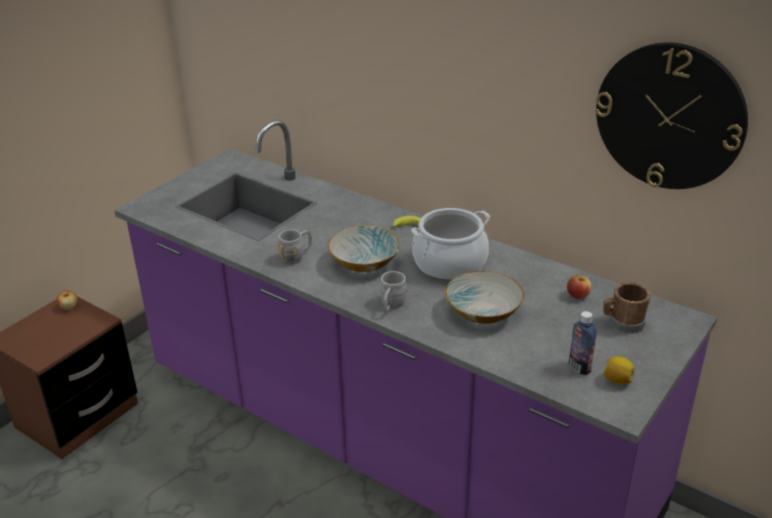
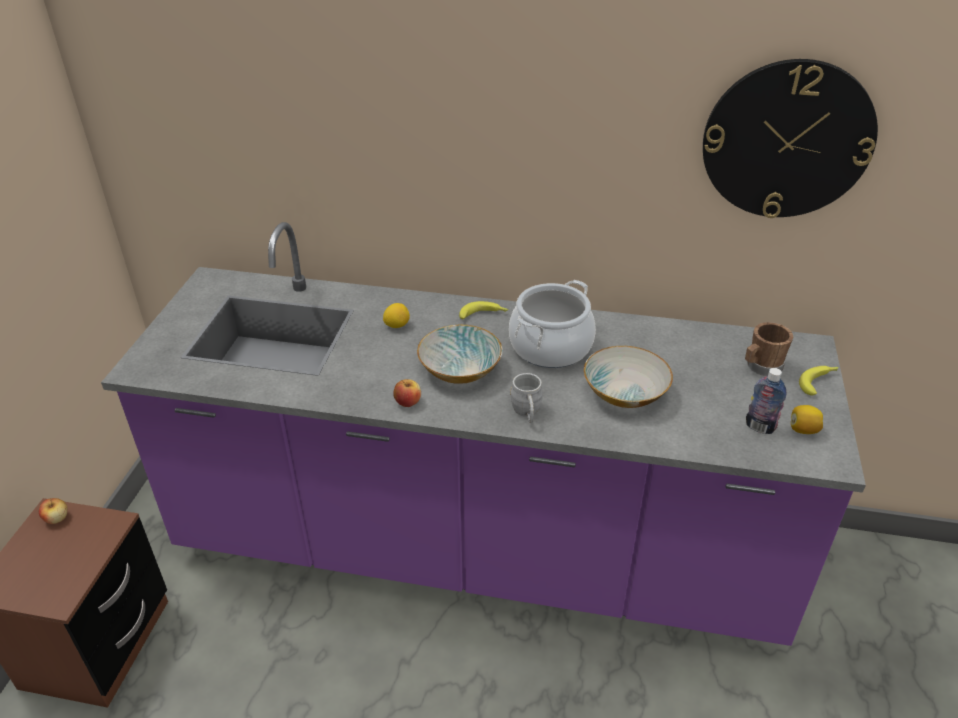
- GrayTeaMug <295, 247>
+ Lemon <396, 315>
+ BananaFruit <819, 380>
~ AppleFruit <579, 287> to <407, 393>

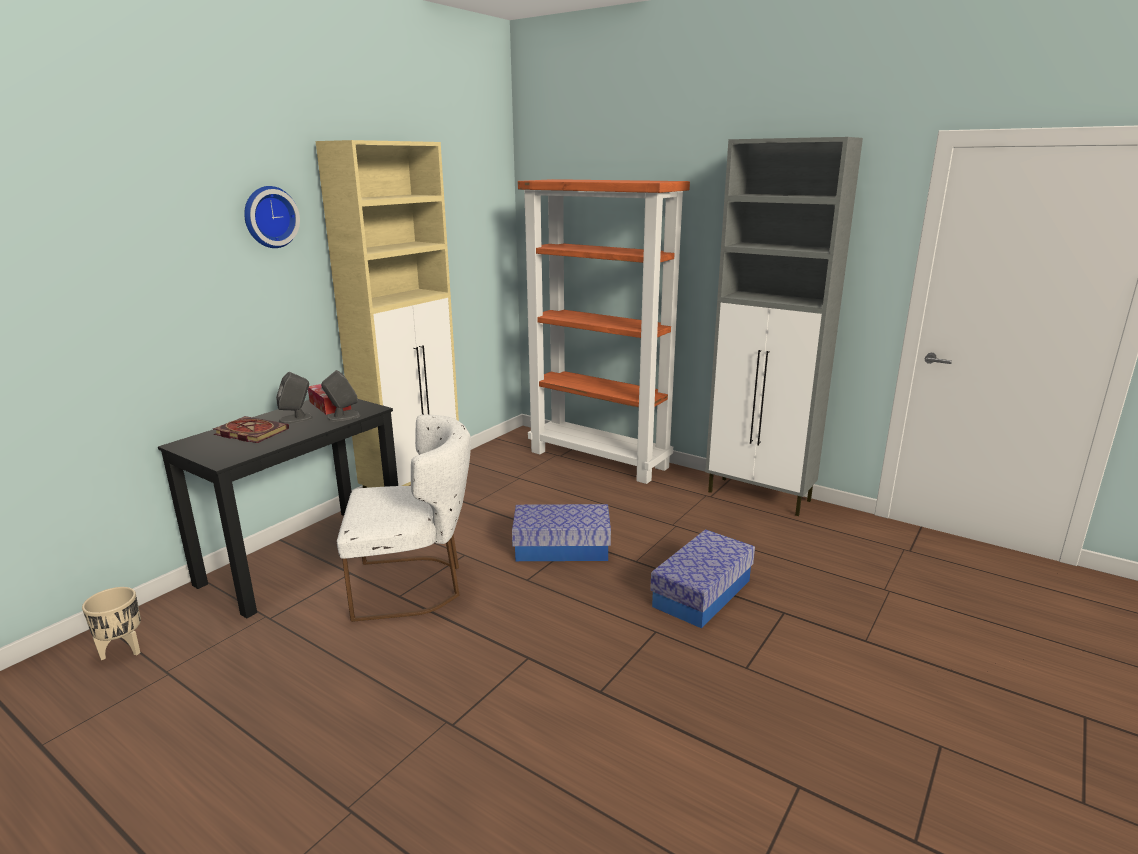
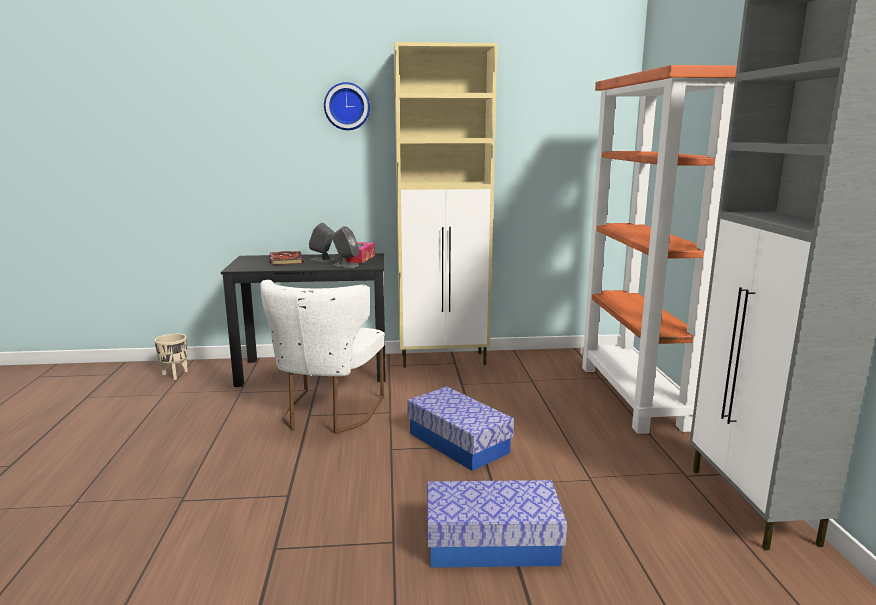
~ WhiteUprightChair <404, 518> = <322, 357> 60 degrees clockwise

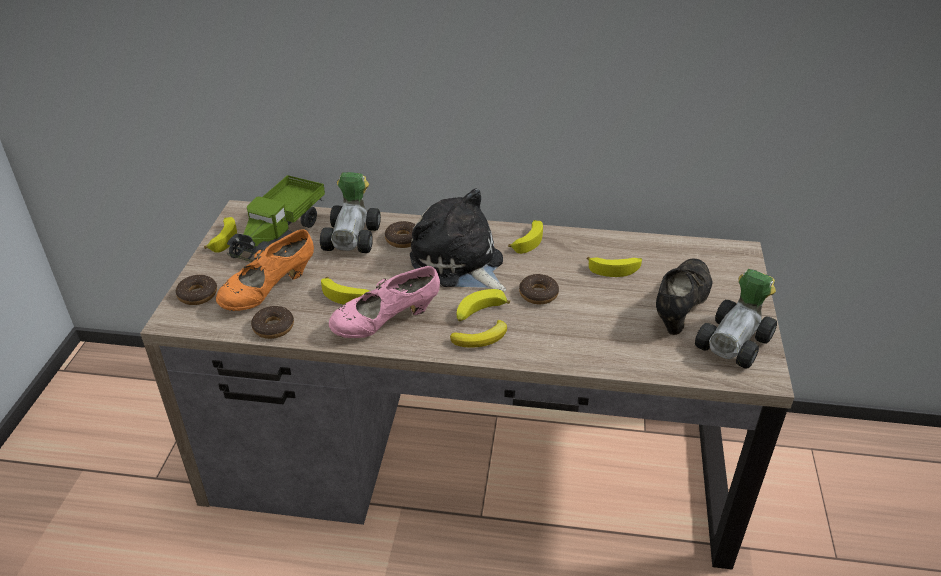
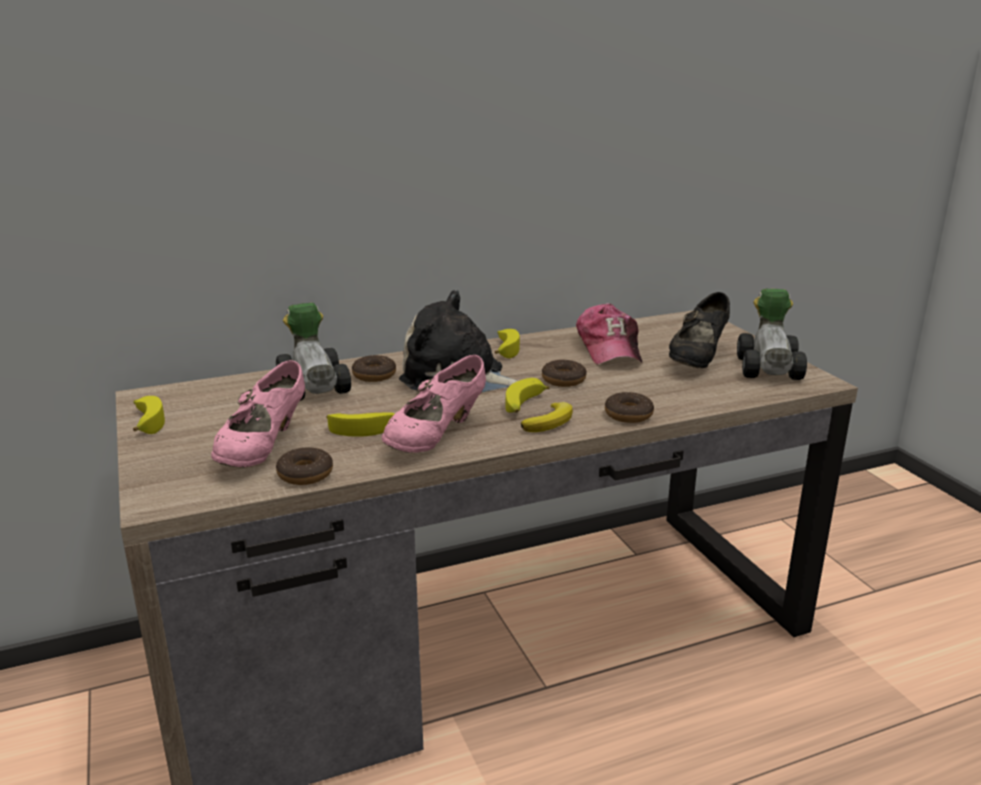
- ToyLorry <276, 218>
~ Donut <196, 290> to <629, 407>
~ BananaFruit <614, 267> to Cap <609, 334>
~ OrangeyItemOfFootwear <265, 270> to PinkItemOfFootwear <258, 414>
~ BlackishItemOfFootwear <684, 296> = <699, 330> 150 degrees counterclockwise

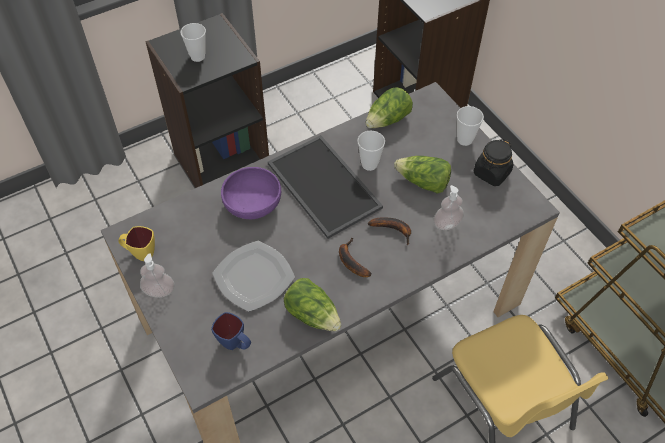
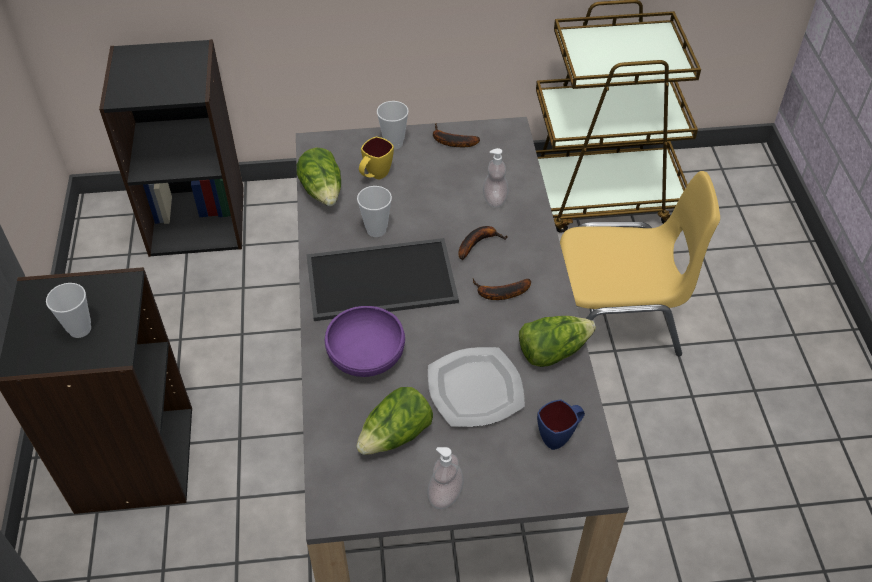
~ YellowishTeaMug <136, 243> to <376, 158>
~ Lettuce <422, 175> to <394, 421>
~ BlackishStorageJar <494, 162> to BananaFruit <456, 135>

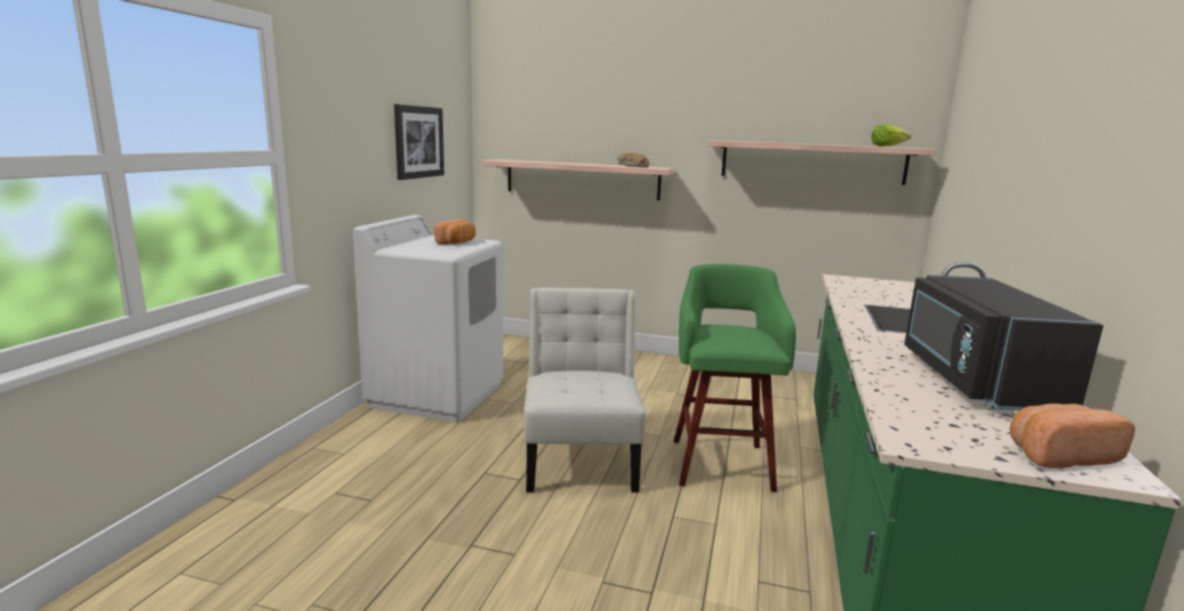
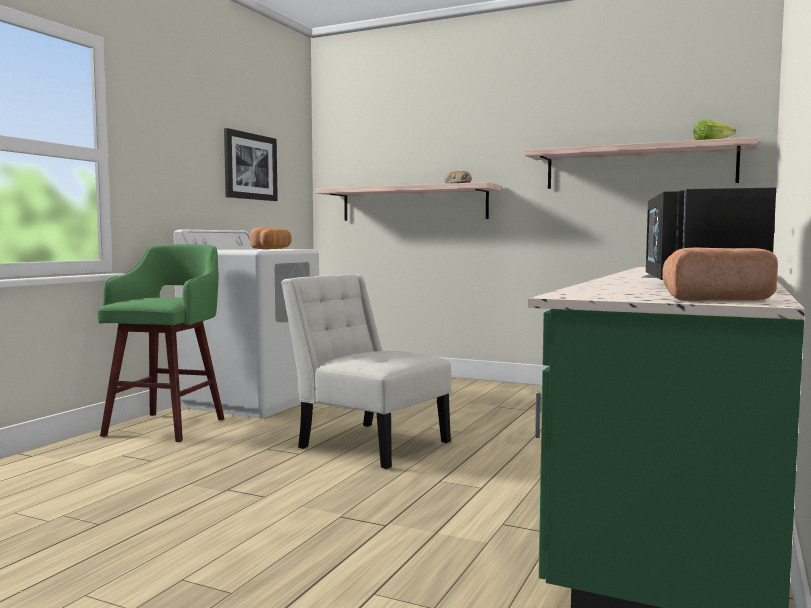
~ GreenStool <735, 378> to <161, 343>
~ WhiteUprightChair <585, 390> = <366, 371> 60 degrees counterclockwise

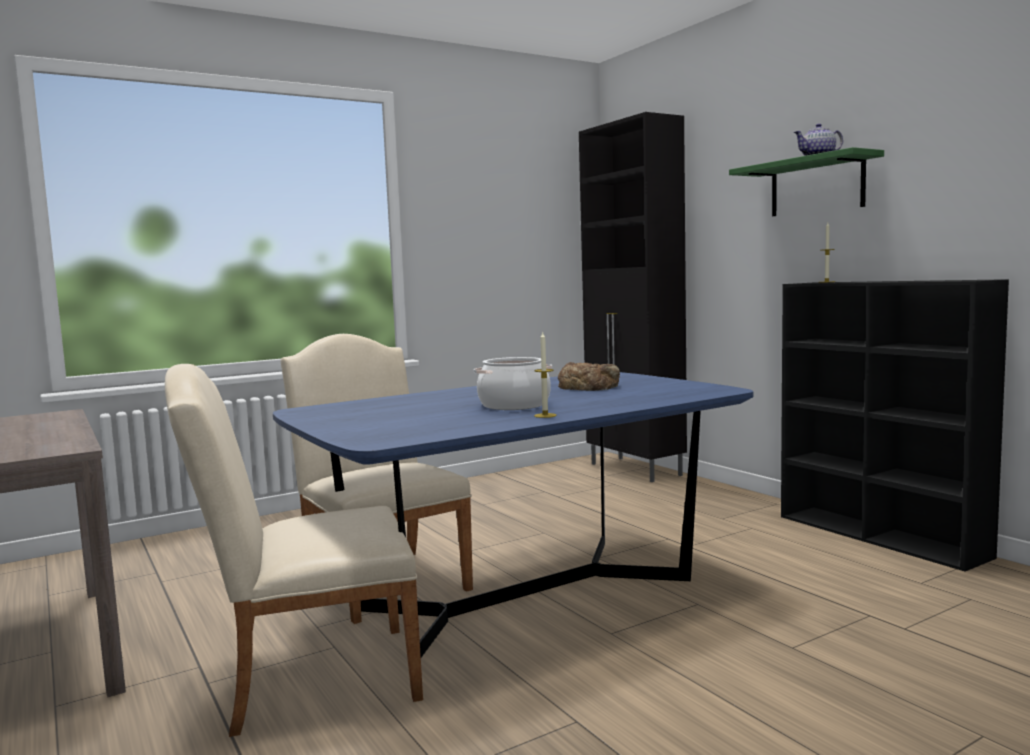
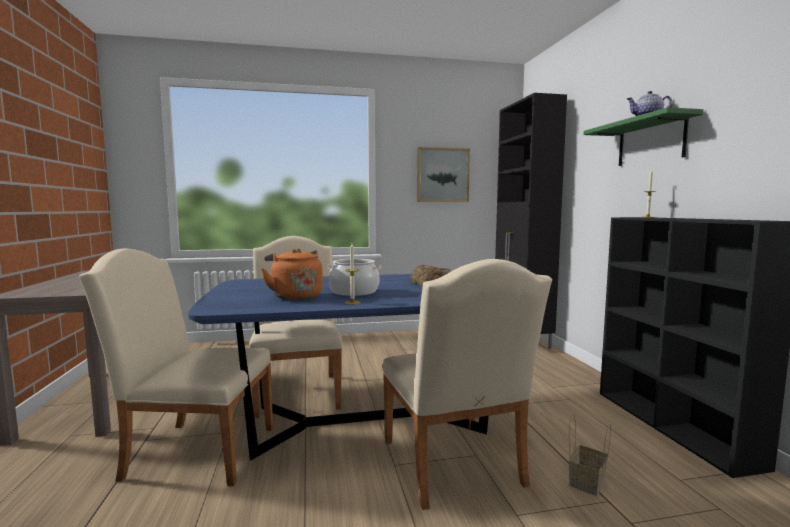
+ OrangeyKettle <292, 274>
+ SandColouredUprightChair <467, 384>
+ WallPicture <443, 174>
+ Basket <590, 454>

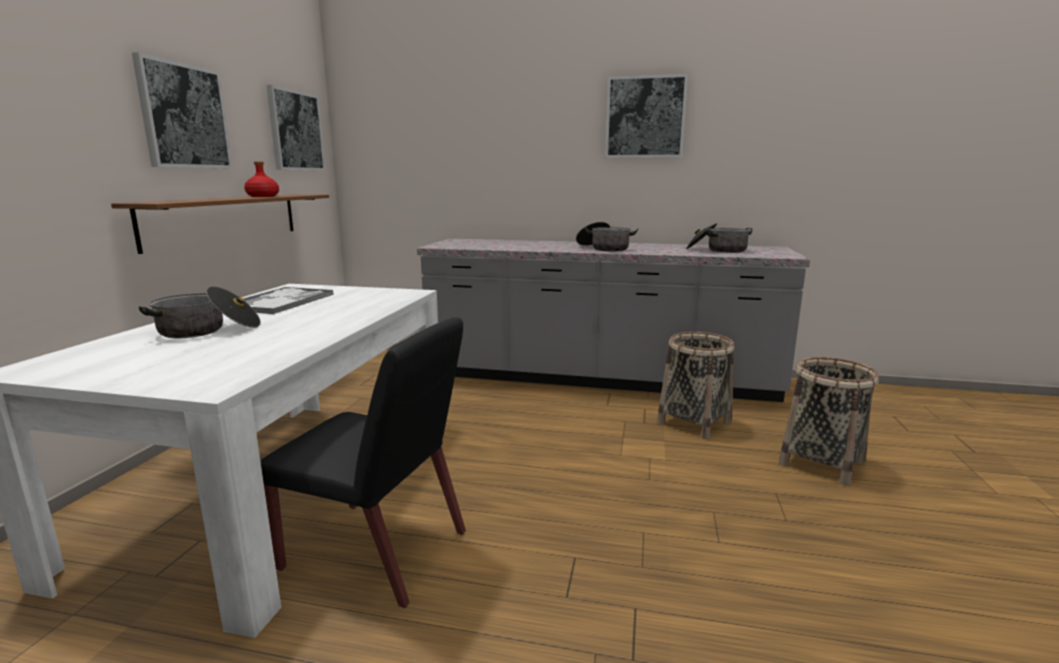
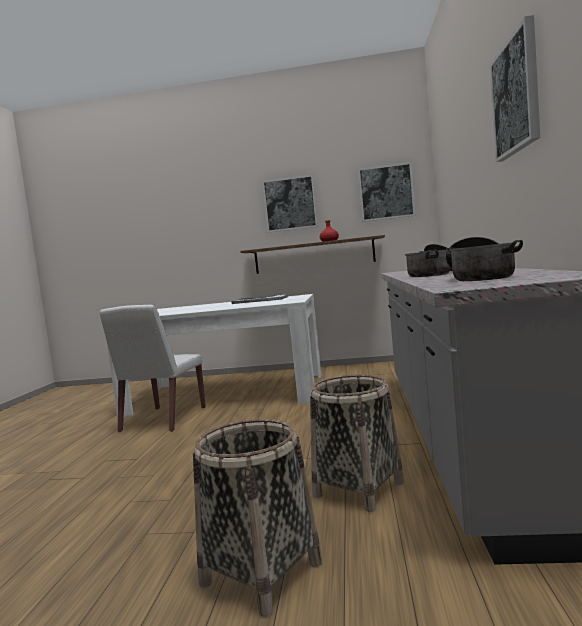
- Saucepot <200, 312>
~ BlackishUprightChair <363, 463> to WhiteUprightChair <153, 368>

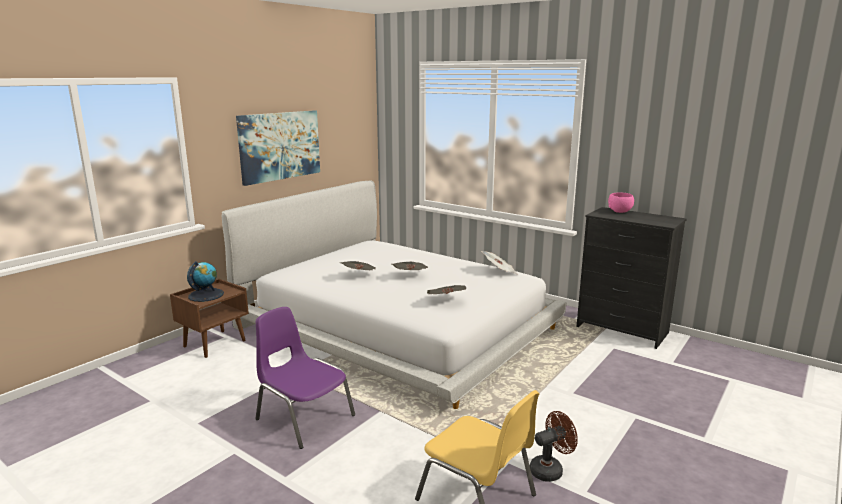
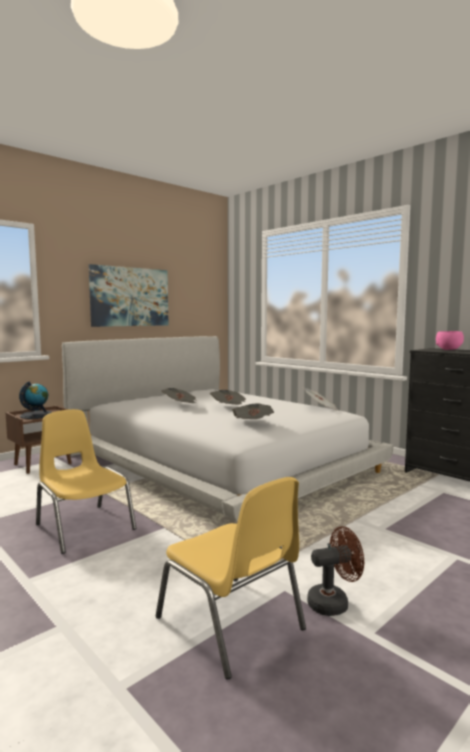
~ PurpleUprightChair <305, 378> to YellowishUprightChair <86, 481>

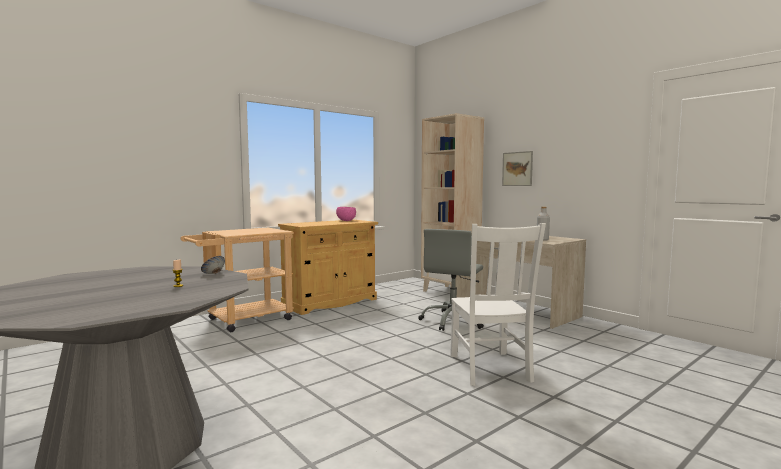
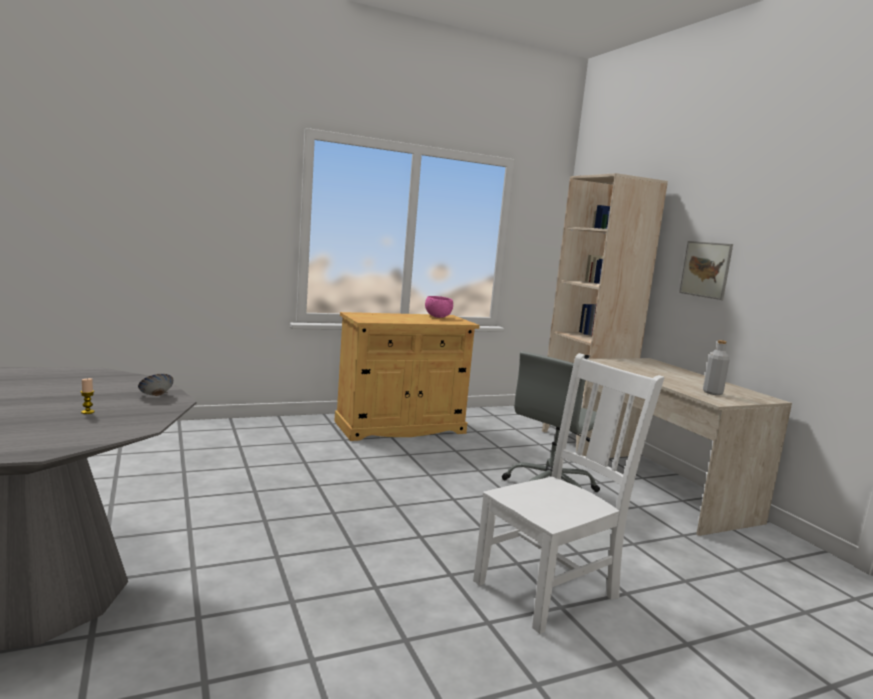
- SandColouredCart <237, 280>
~ WhiteUprightChair <498, 304> = <568, 493> 135 degrees counterclockwise

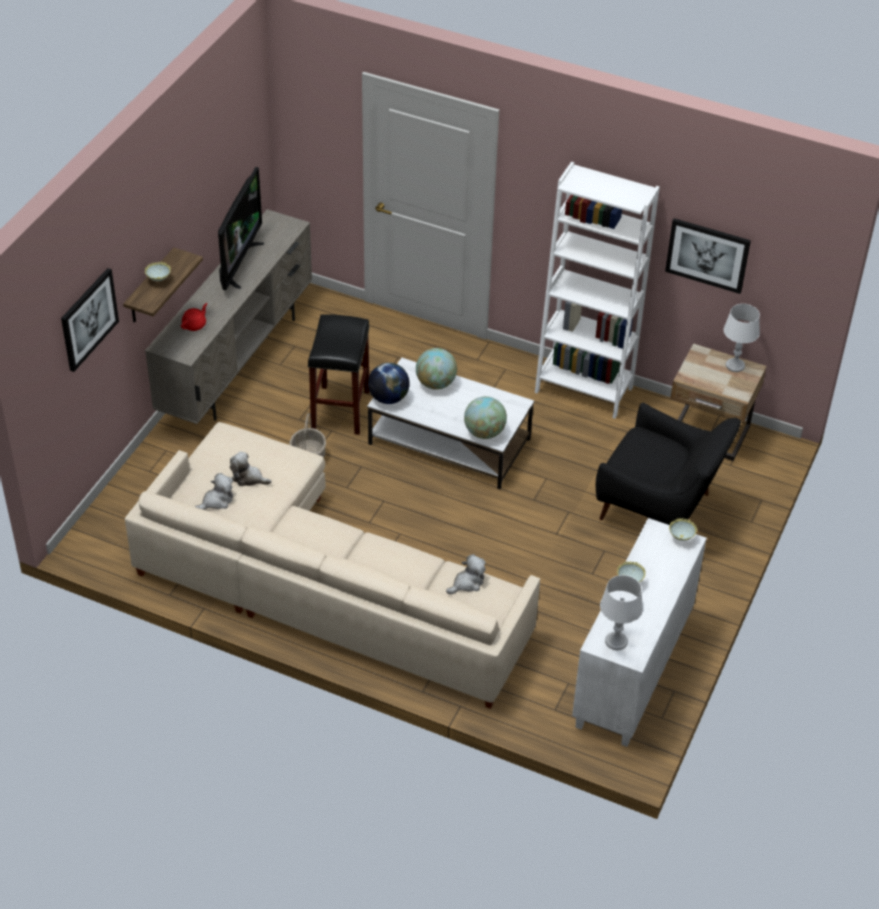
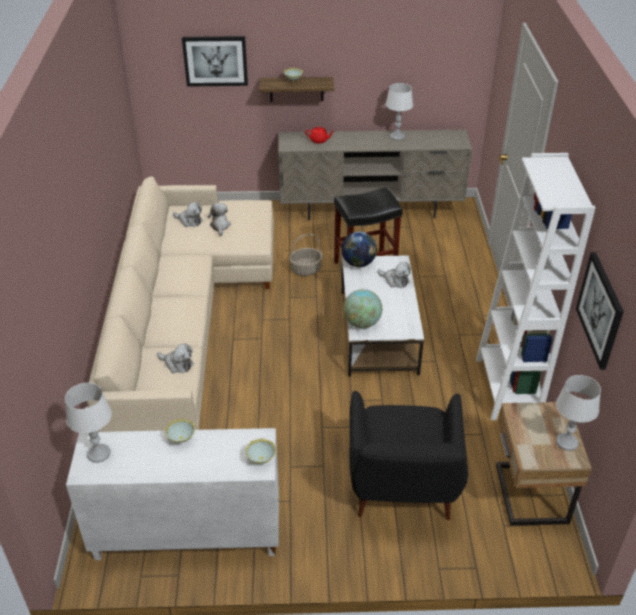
~ Television <241, 228> to WhiteTableLamp <399, 111>
~ WorldGlobe <436, 369> to CuddlyToy <394, 275>

